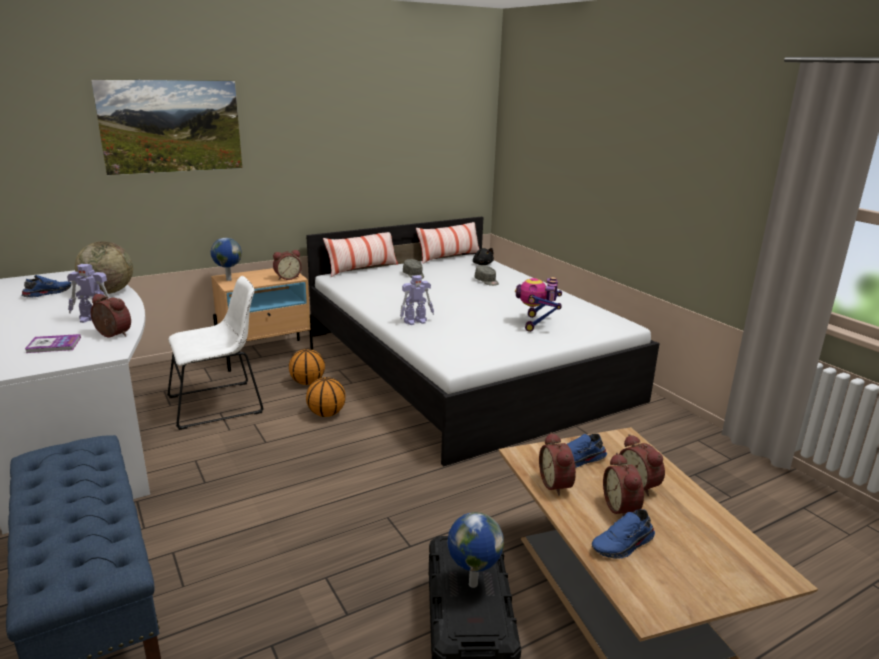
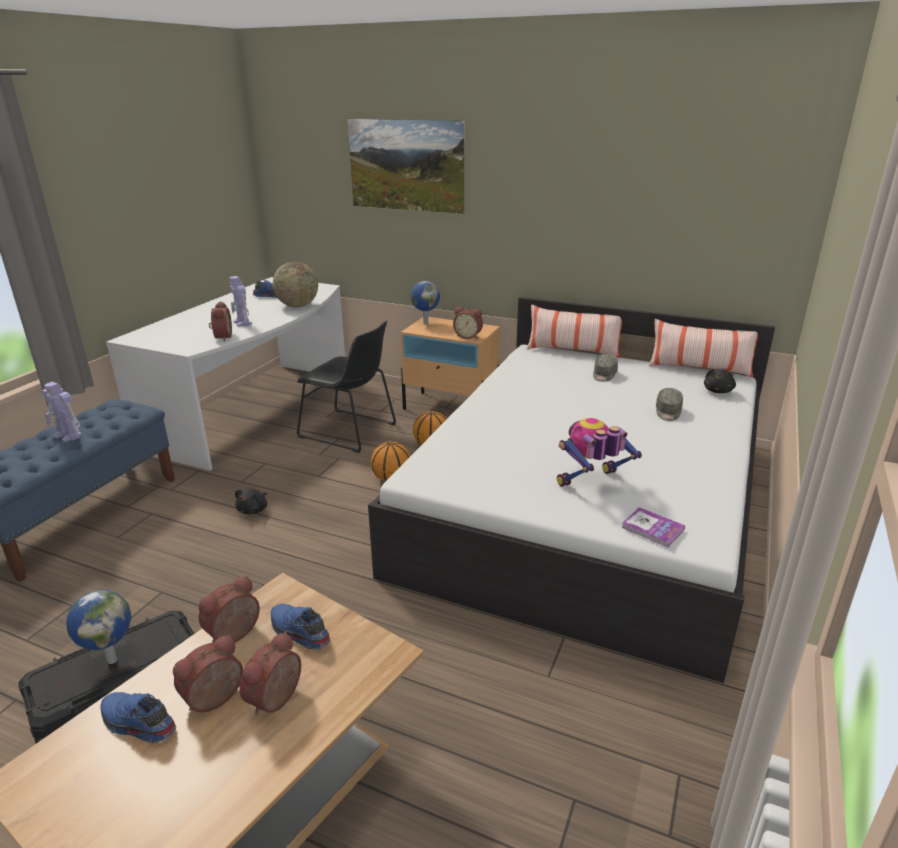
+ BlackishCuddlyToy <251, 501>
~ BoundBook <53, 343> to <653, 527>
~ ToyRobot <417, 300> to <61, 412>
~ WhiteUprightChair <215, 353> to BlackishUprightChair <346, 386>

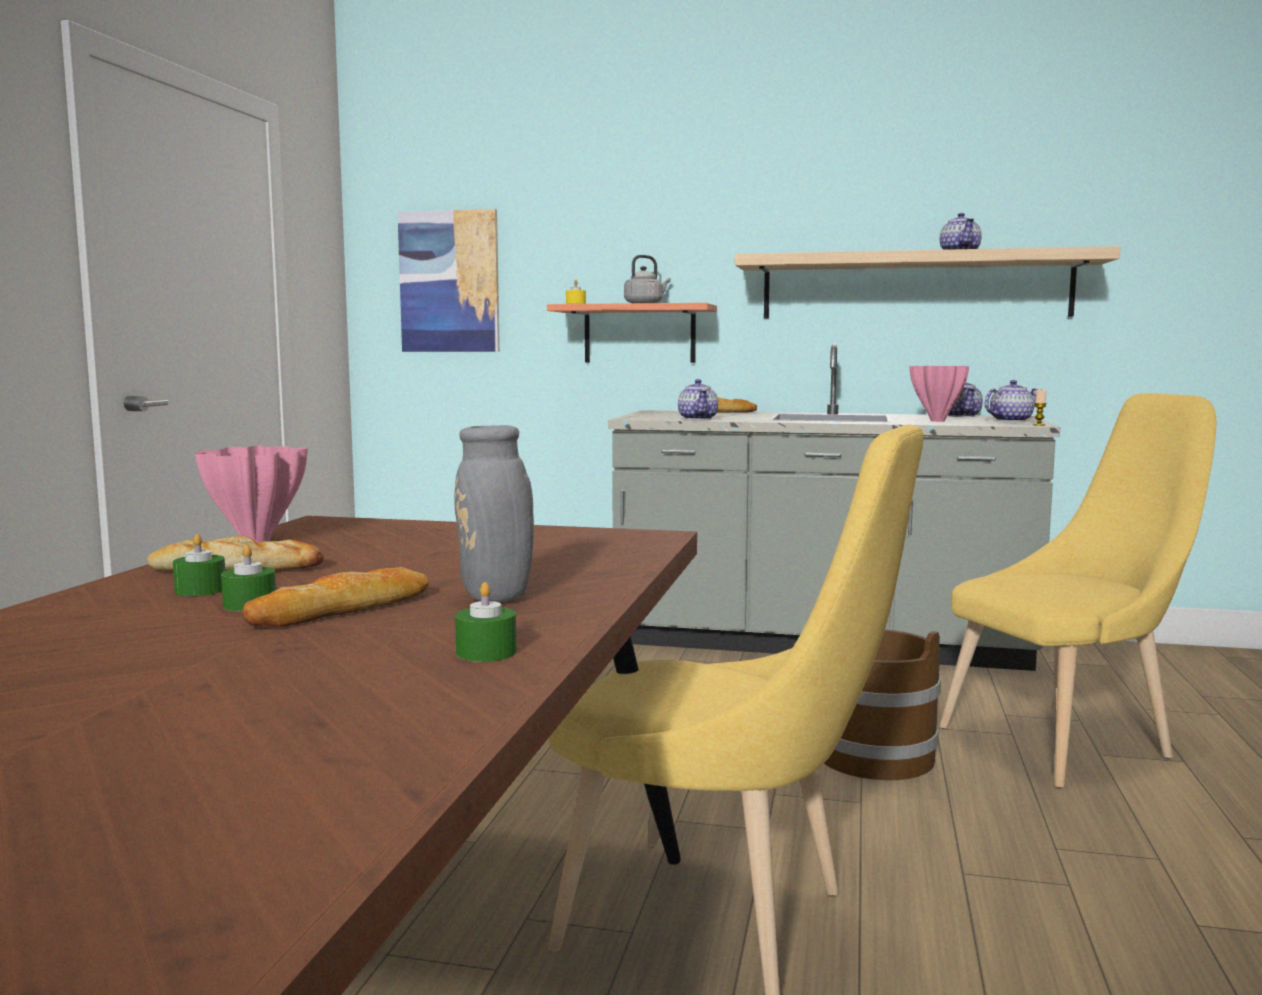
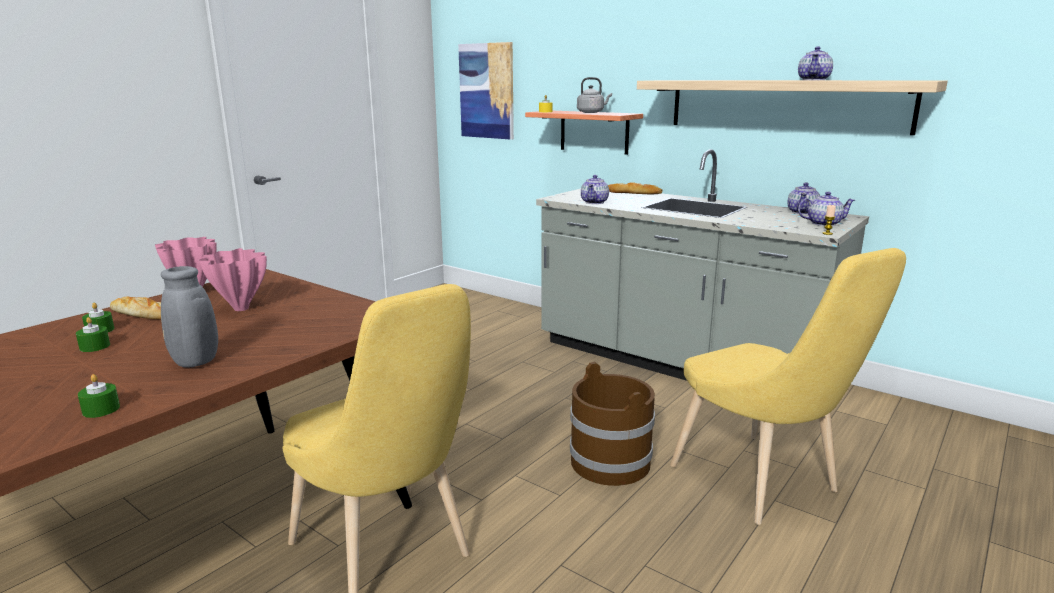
- BakedBread <335, 597>
~ PinkVase <939, 394> to <233, 279>
~ YellowishUprightChair <1077, 590> = <788, 386> 60 degrees clockwise

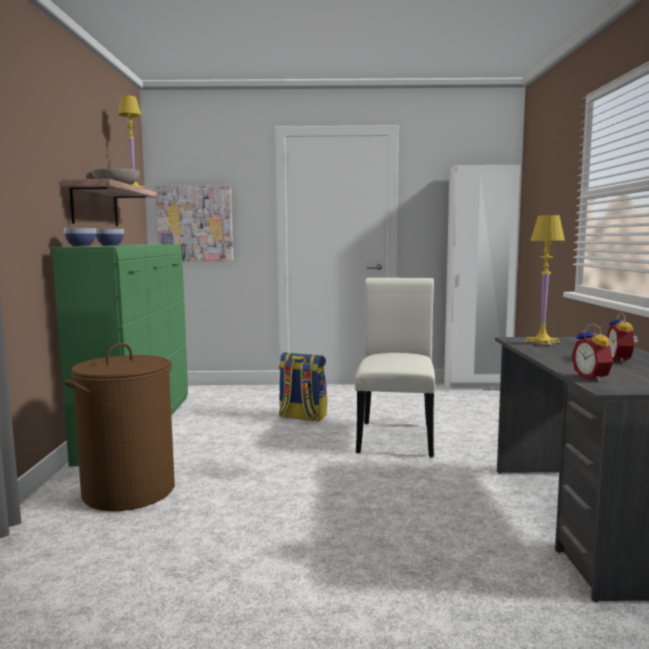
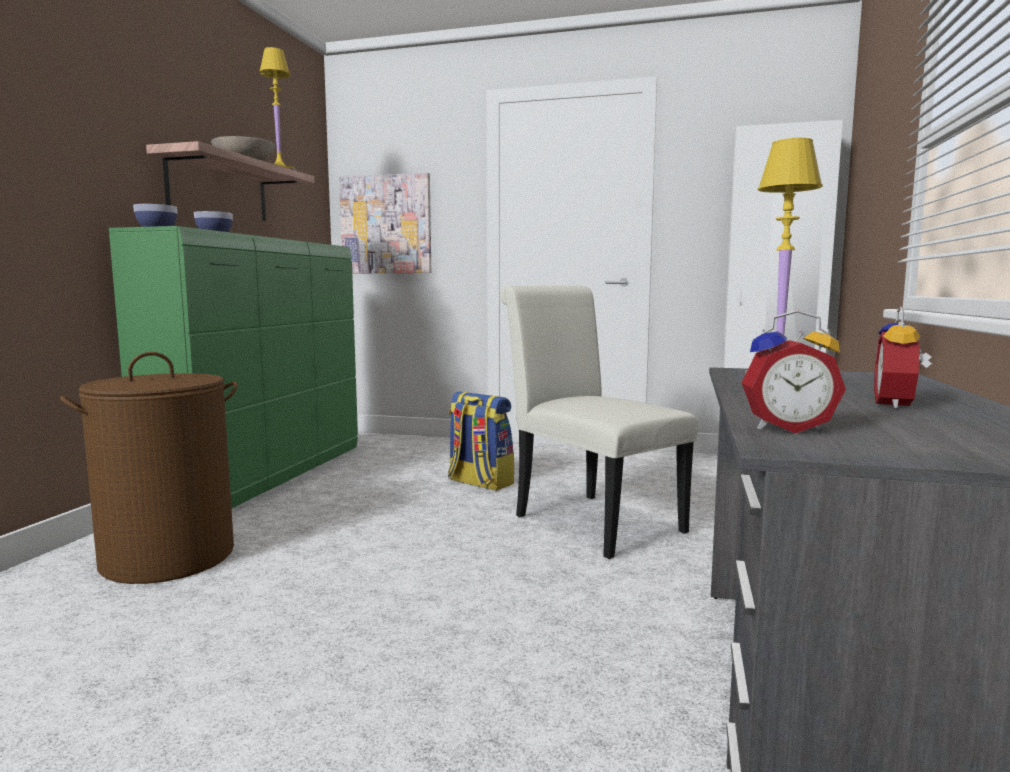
~ WhiteUprightChair <395, 367> = <599, 422> 60 degrees counterclockwise
~ AlarmClock <593, 352> = <794, 372> 90 degrees counterclockwise

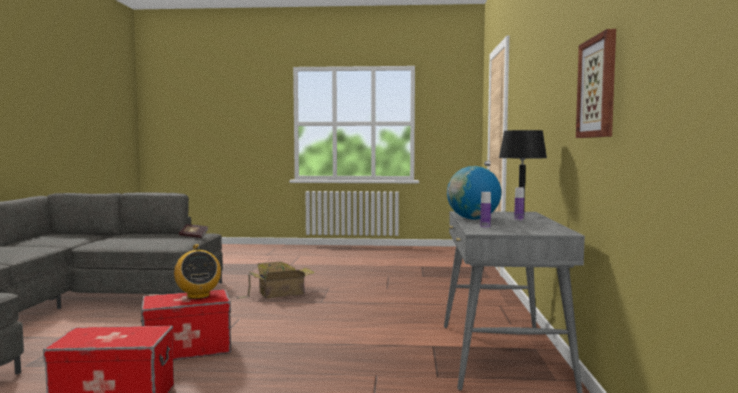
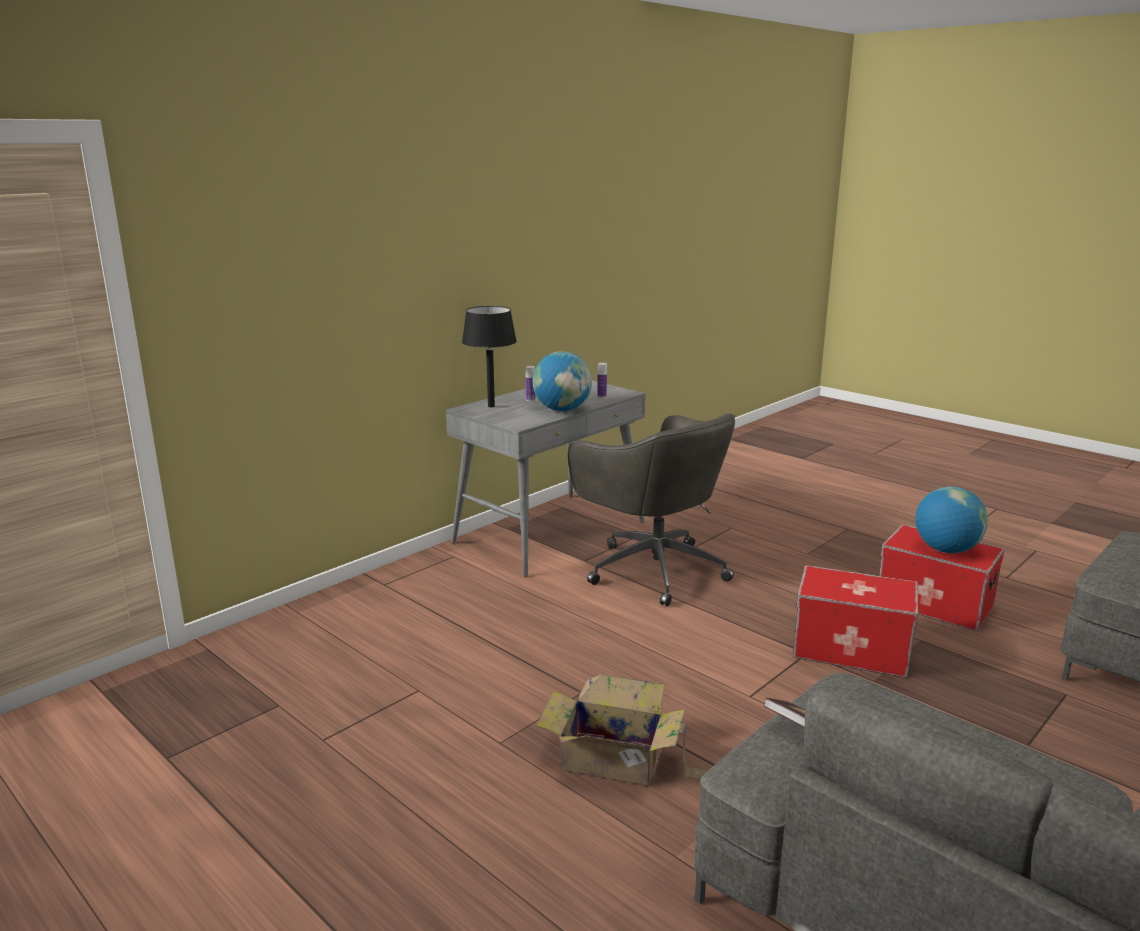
- RadioSet <197, 271>
- WallPicture <596, 83>
+ GrayComputerChair <652, 509>
+ WorldGlobe <951, 520>

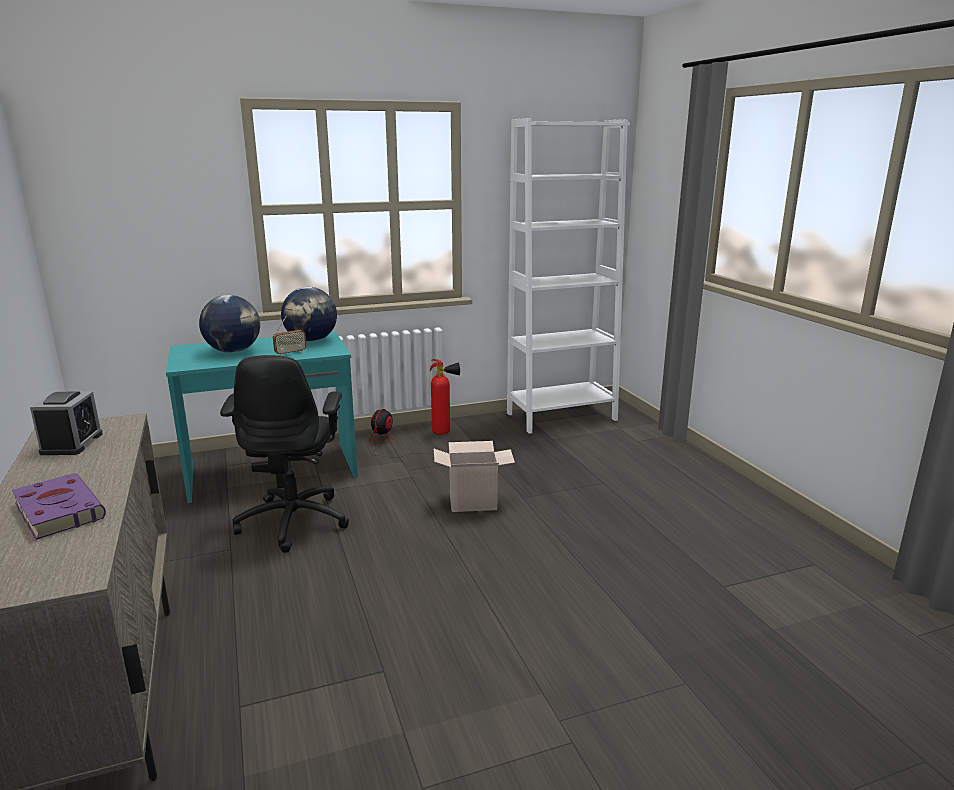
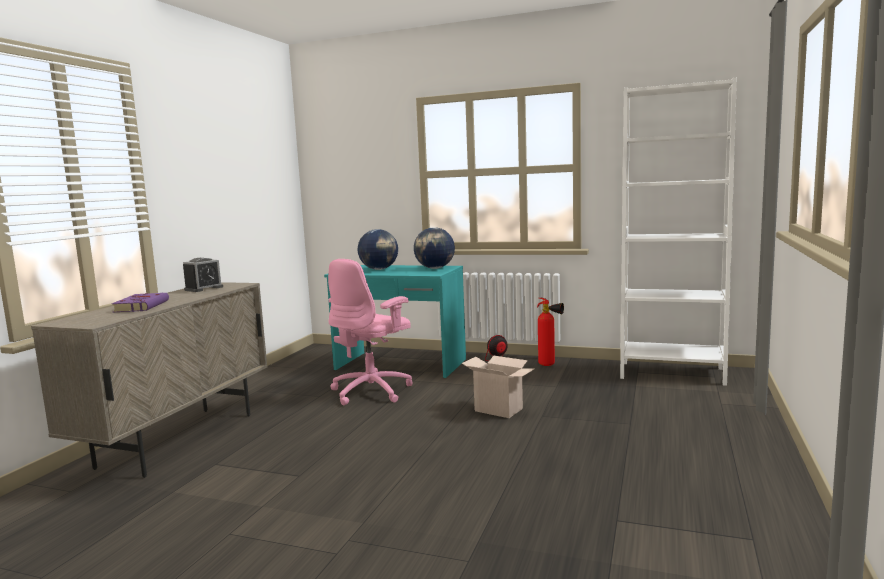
- RadioSet <289, 335>
~ BlackishComputerChair <284, 454> to PinkComputerChair <370, 332>

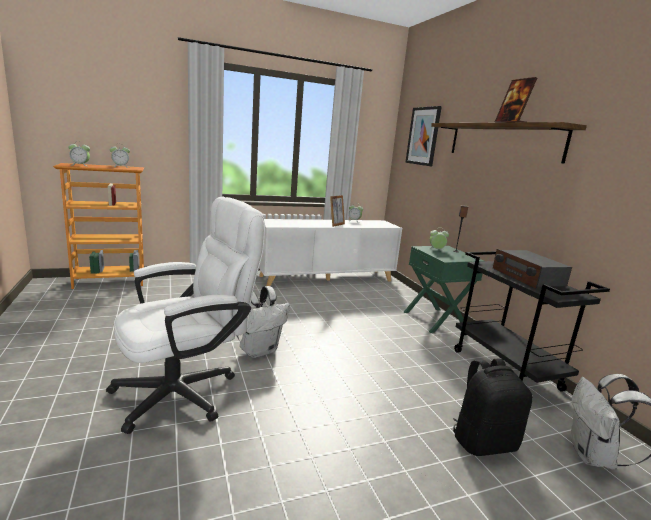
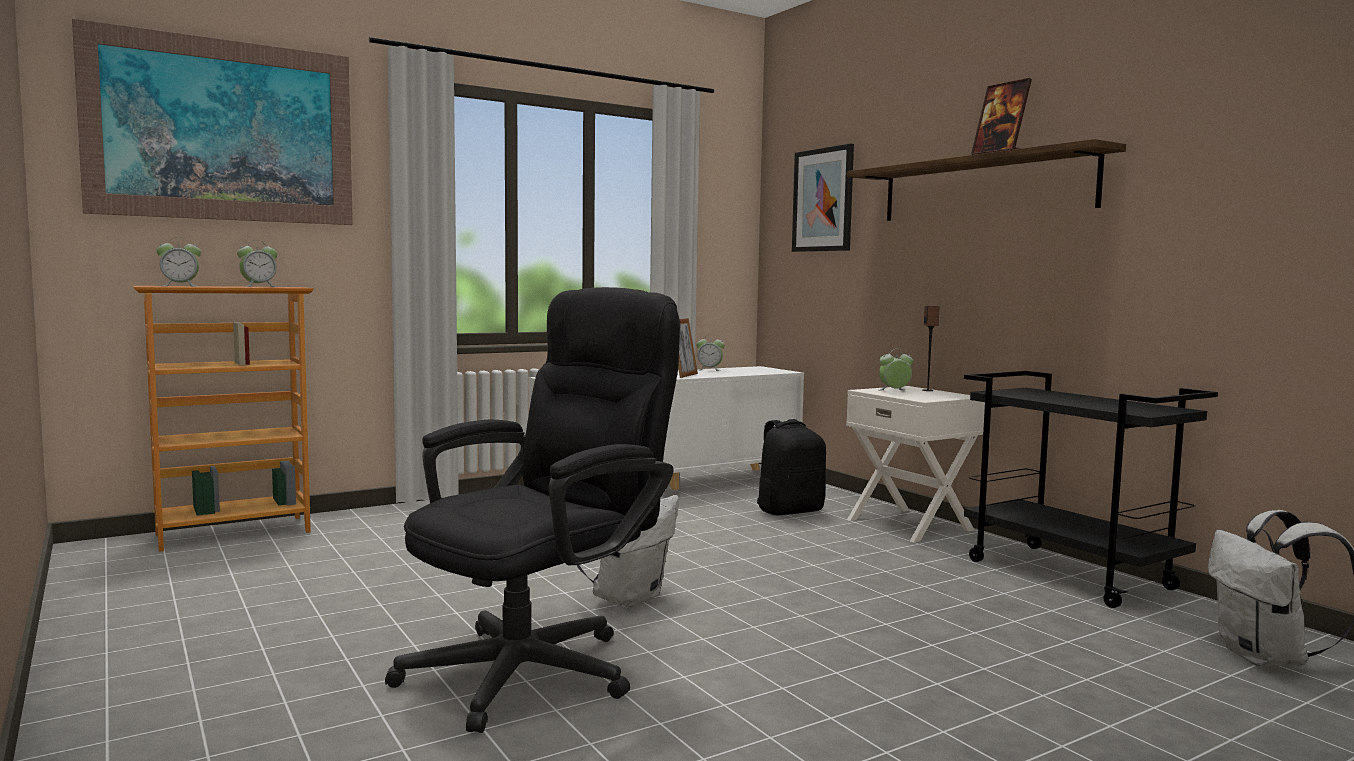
- RadioSet <532, 269>
+ WallPicture <212, 122>
~ BlackishBackpack <493, 407> to <791, 467>
~ WhiteComputerChair <185, 315> to BlackishComputerChair <532, 510>
~ GreenBedsideTable <444, 289> to WhiteBedsideTable <915, 464>

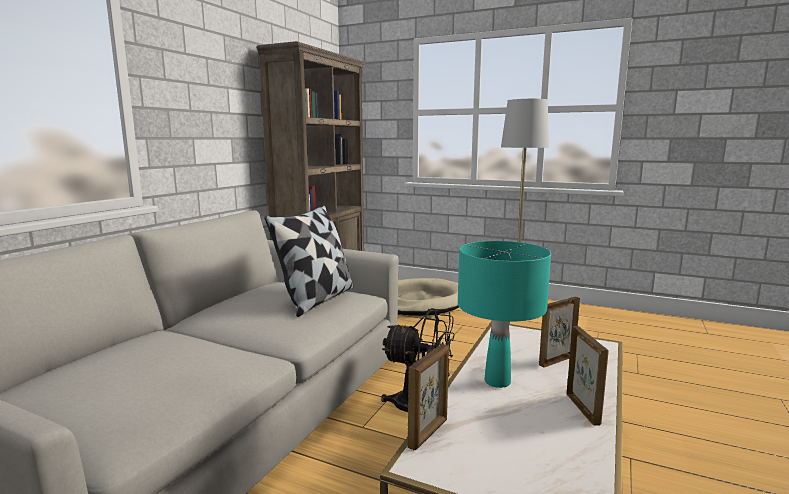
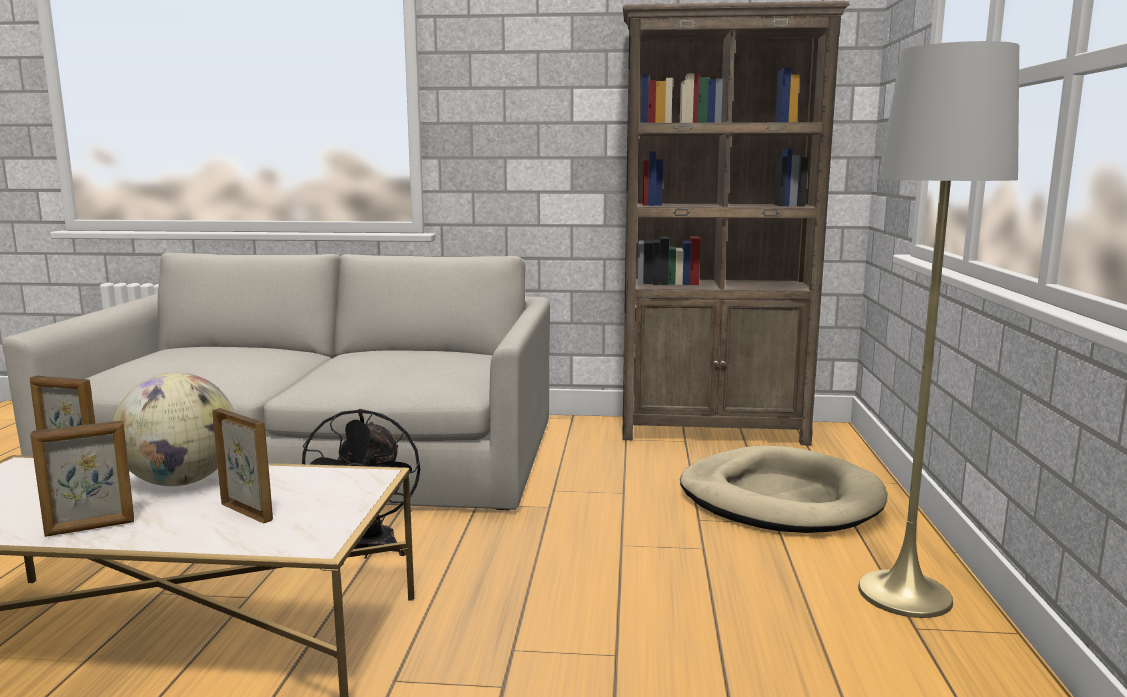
- Pillow <308, 261>
~ BlueGreenTableLamp <504, 314> to WorldGlobe <174, 429>

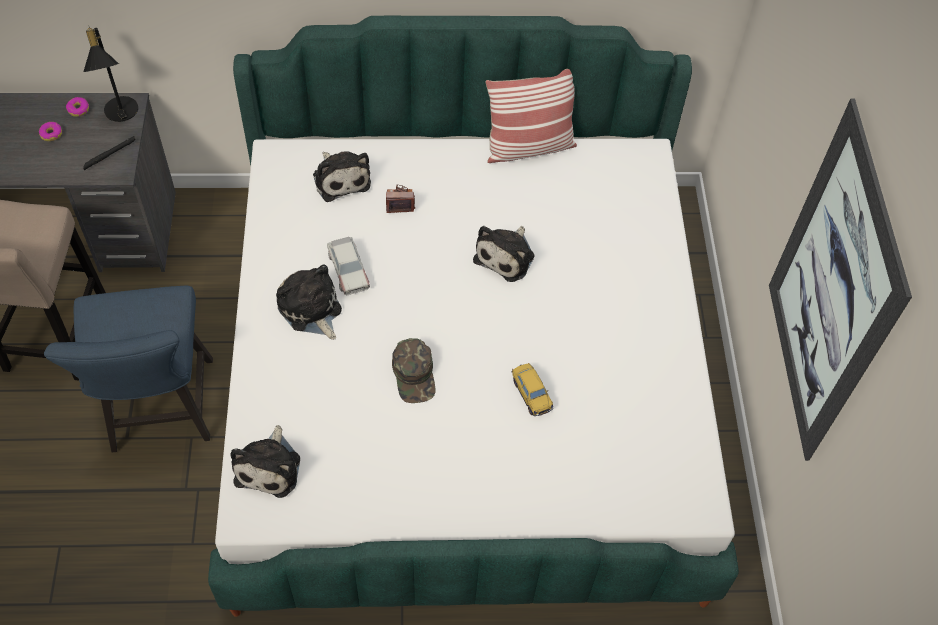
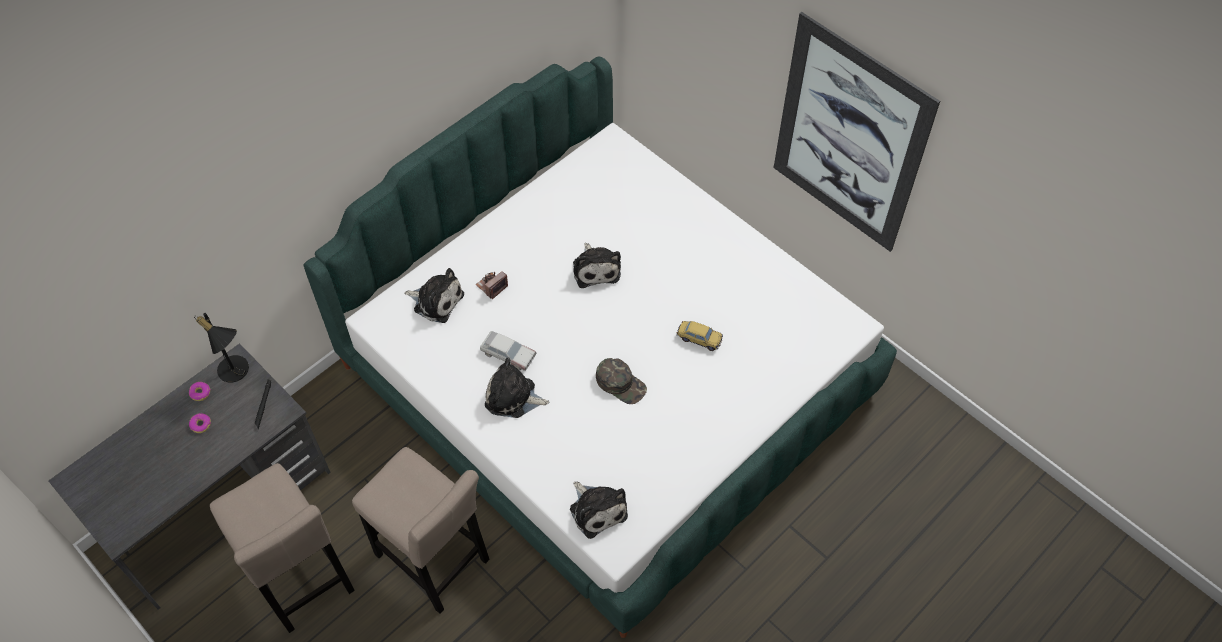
- Pillow <531, 116>
~ BlueColouredUprightChair <128, 369> to SandColouredStool <420, 530>

